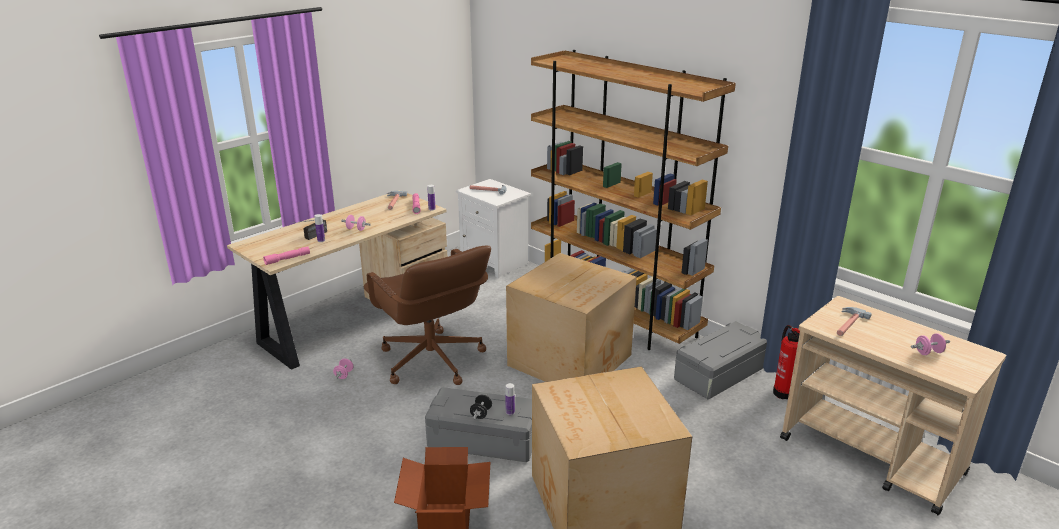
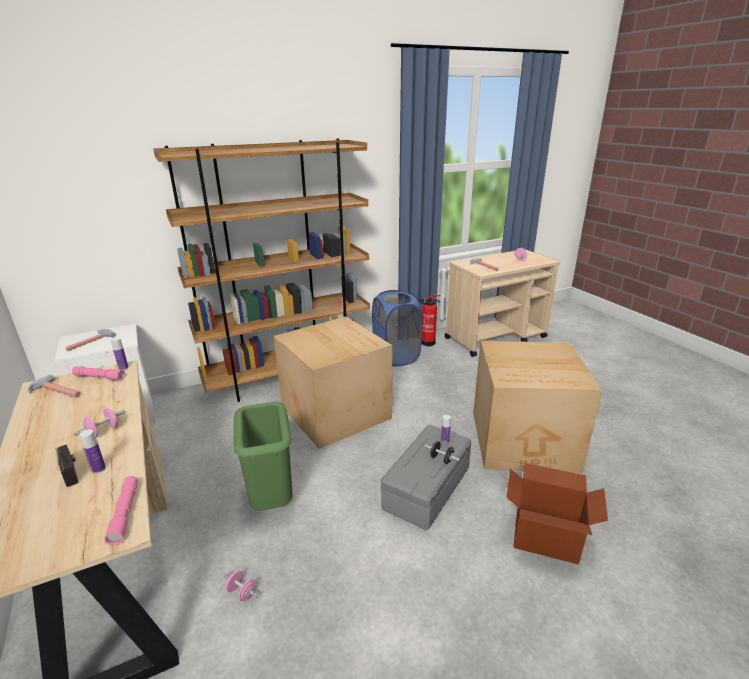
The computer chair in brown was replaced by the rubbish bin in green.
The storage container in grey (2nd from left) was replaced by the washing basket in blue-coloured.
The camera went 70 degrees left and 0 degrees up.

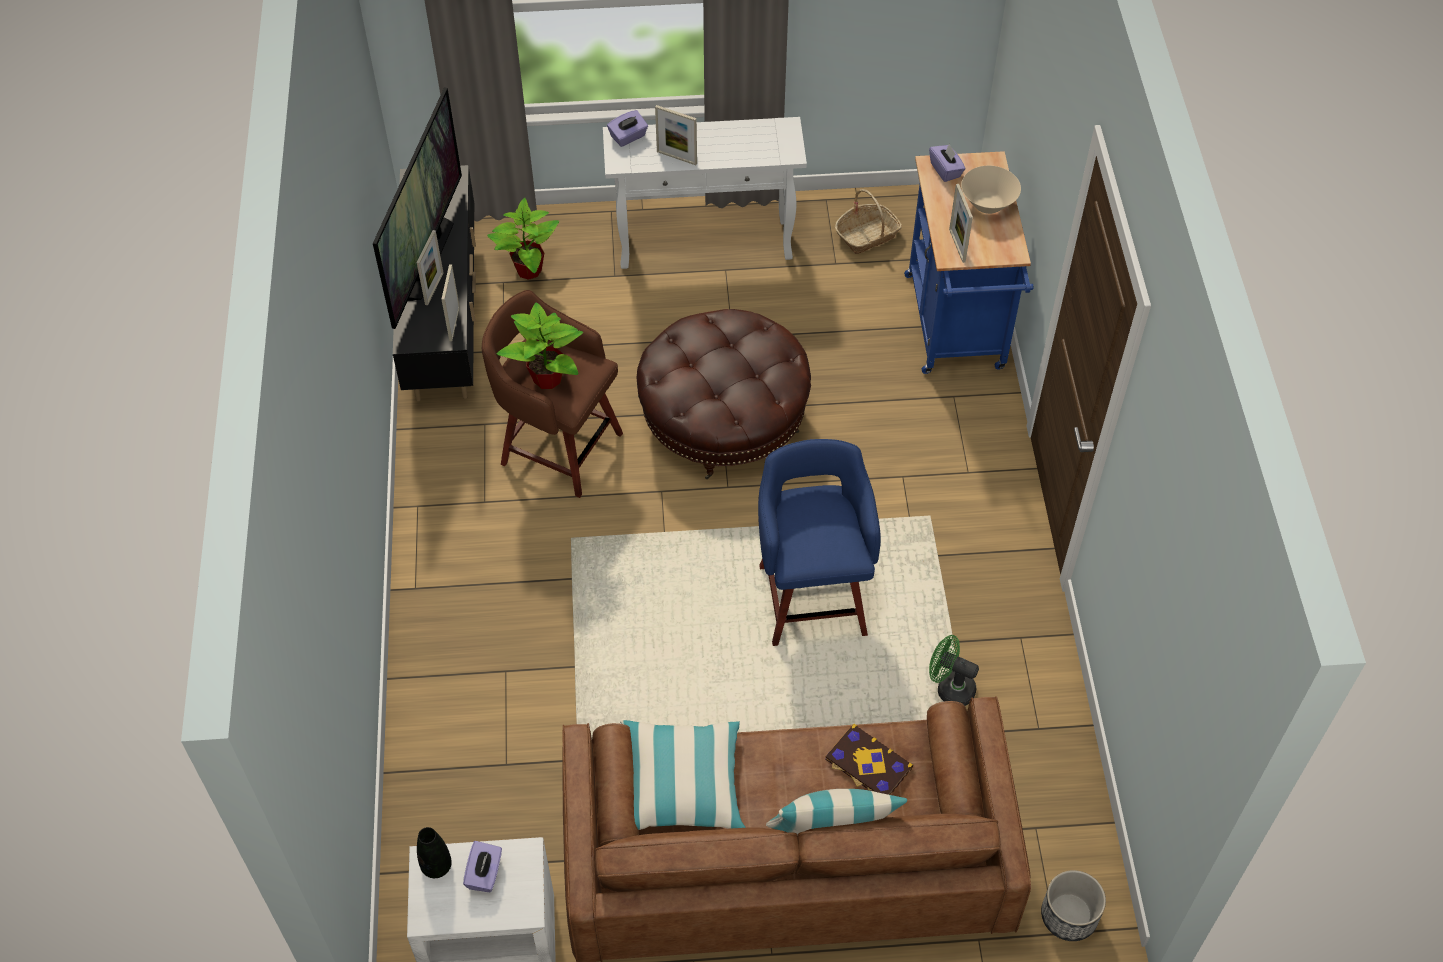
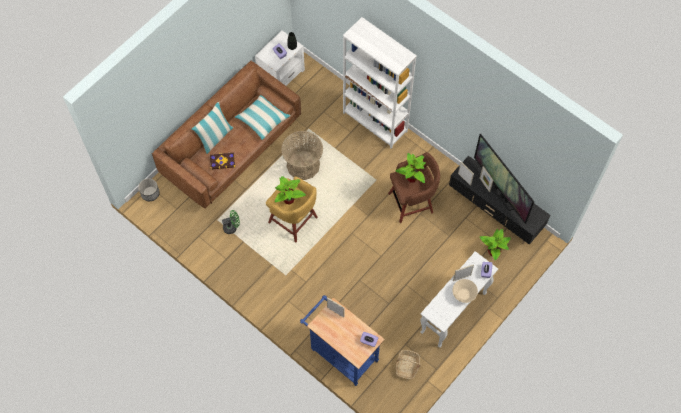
The stool seat in blue-coloured became the stool seat in yellow.
The plant in a pot (1st from left) appeared.
The household basket (1st from left) appeared.
The bookcase in white-coloured appeared.
The serving bowl in beige moved.
The footrest in brown disappeared.
The camera went 135 degrees right and 10 degrees up.

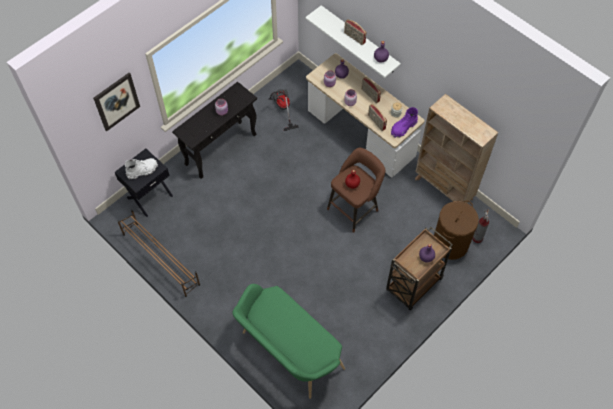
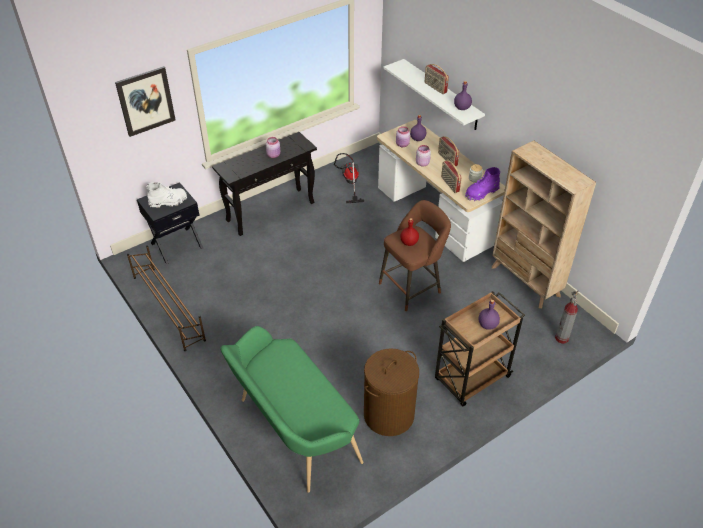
The washing basket in brown moved.
The camera went 10 degrees right and 15 degrees down.

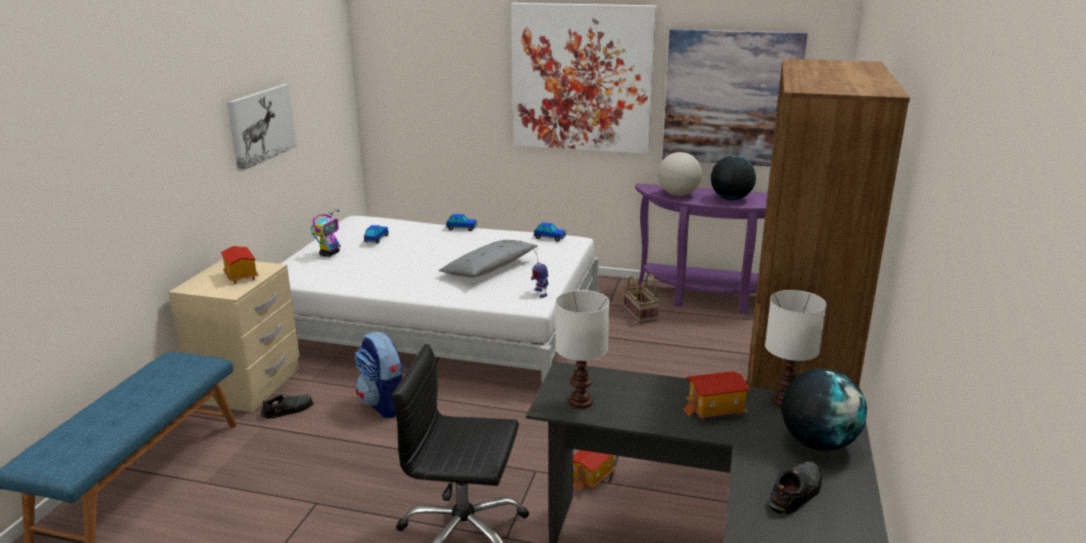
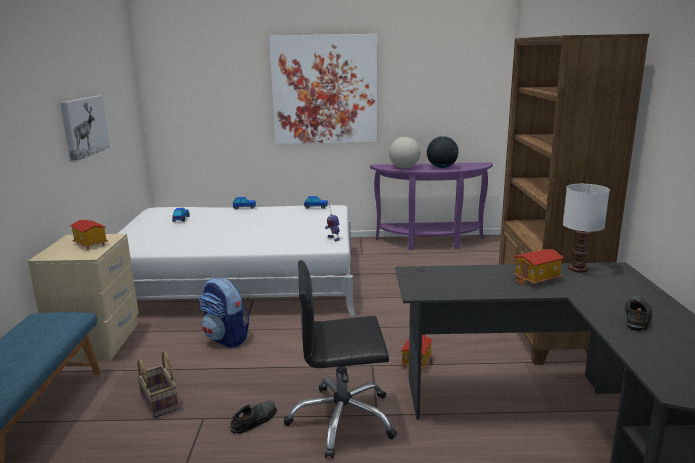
The household basket moved.
The low shoe in blackish (1st from left) moved.
The toy robot (1st from left) disappeared.
The throw pillow in grey disappeared.
The tabletop lamp in white-coloured (1st from left) disappeared.
The picture (3rd from left) disappeared.
The desk globe (3rd from left) disappeared.
The camera went 15 degrees left and 5 degrees down.

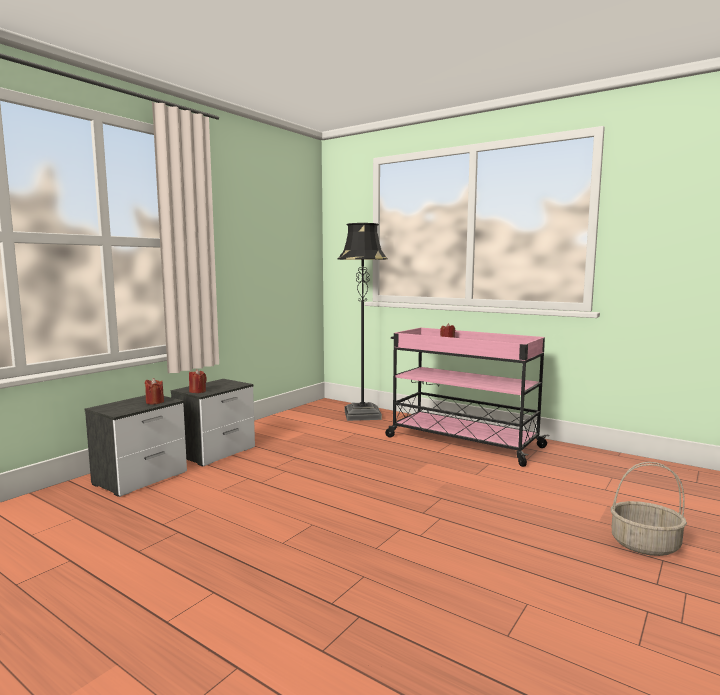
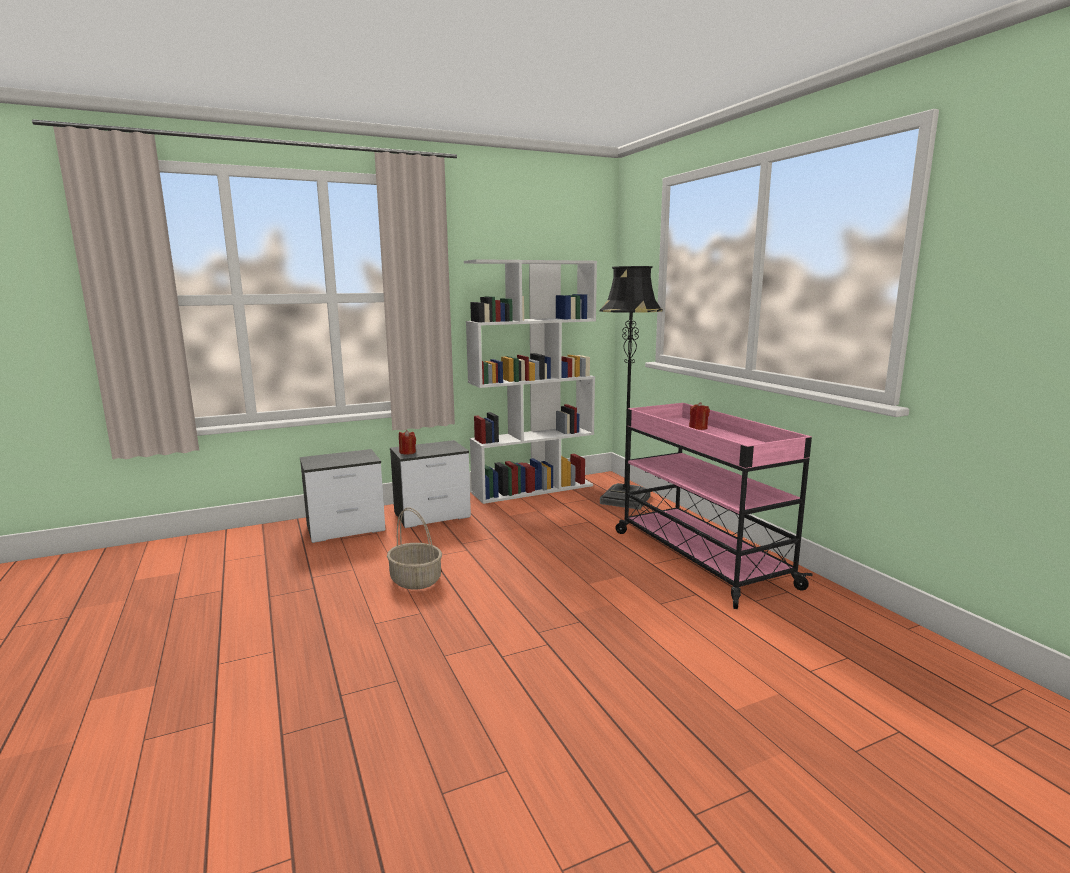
The household basket moved.
The bookcase in white-coloured appeared.
The wax candle in red-coloured (1st from left) disappeared.
The camera went 30 degrees right and 5 degrees up.

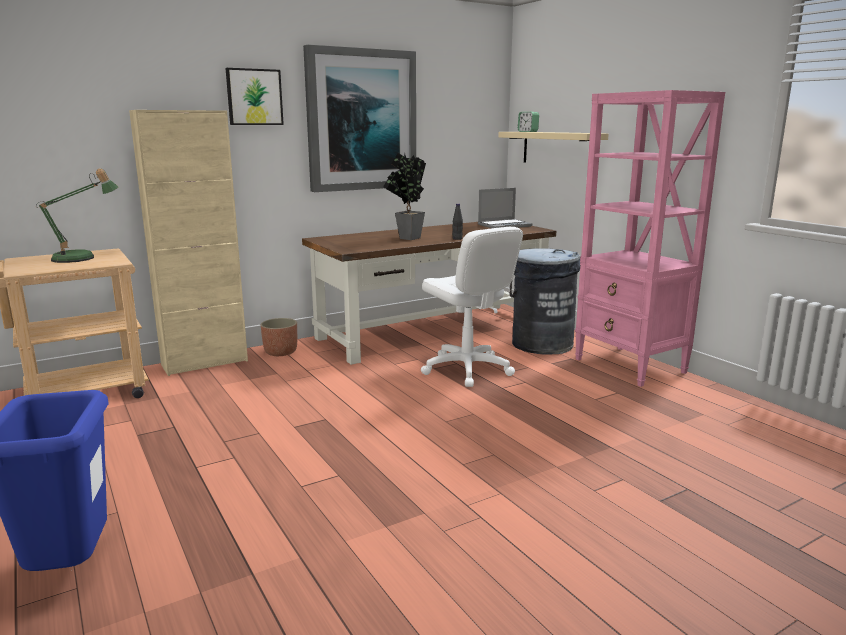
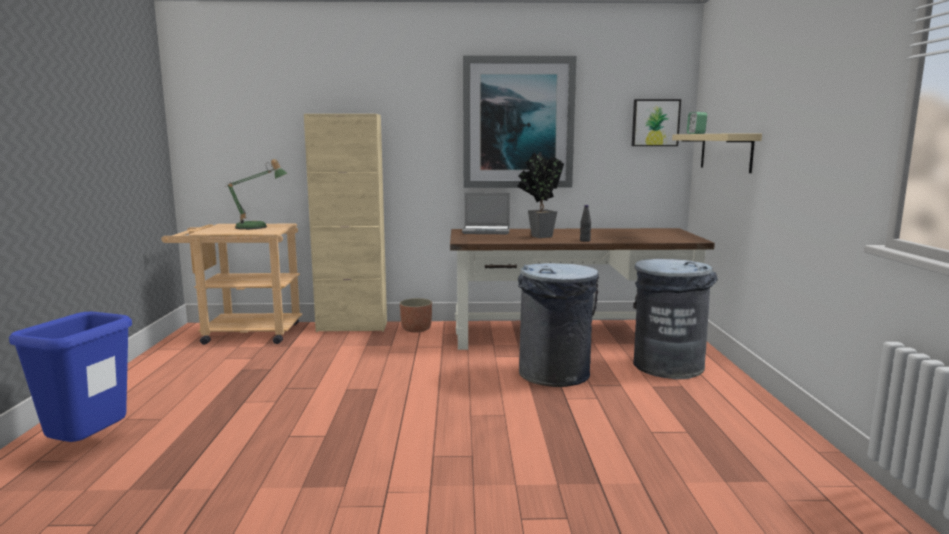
The notebook computer moved.
The computer chair in white-coloured was replaced by the rubbish bin in grey (1st from left).
The picture (1st from left in the first image) moved.
The bookcase in pink disappeared.
The camera went 30 degrees right and 5 degrees down.

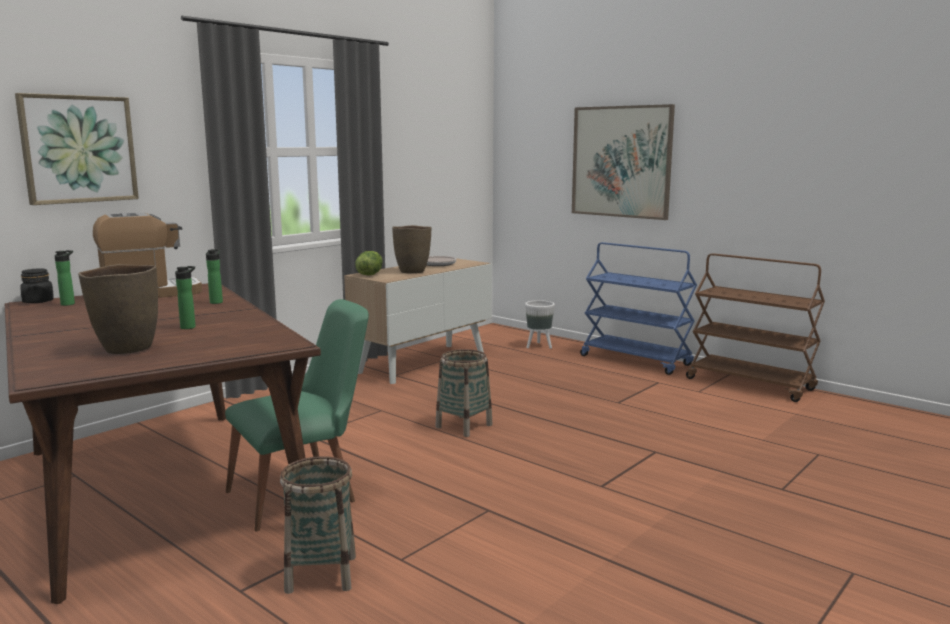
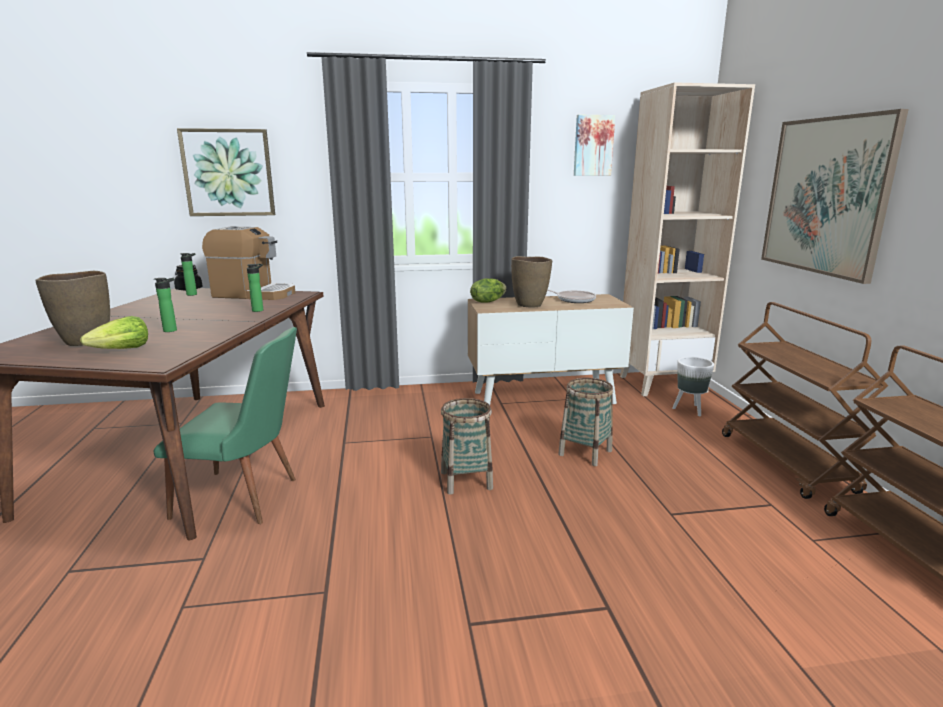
The lettuce (1st from left) appeared.
The household basket (1st from left in the first image) moved.
The picture (2nd from left) appeared.
The bookcase in beige appeared.
The wheeled cart in blue-coloured became the wheeled cart in brown (1st from left).
The camera went 40 degrees right and 5 degrees up.

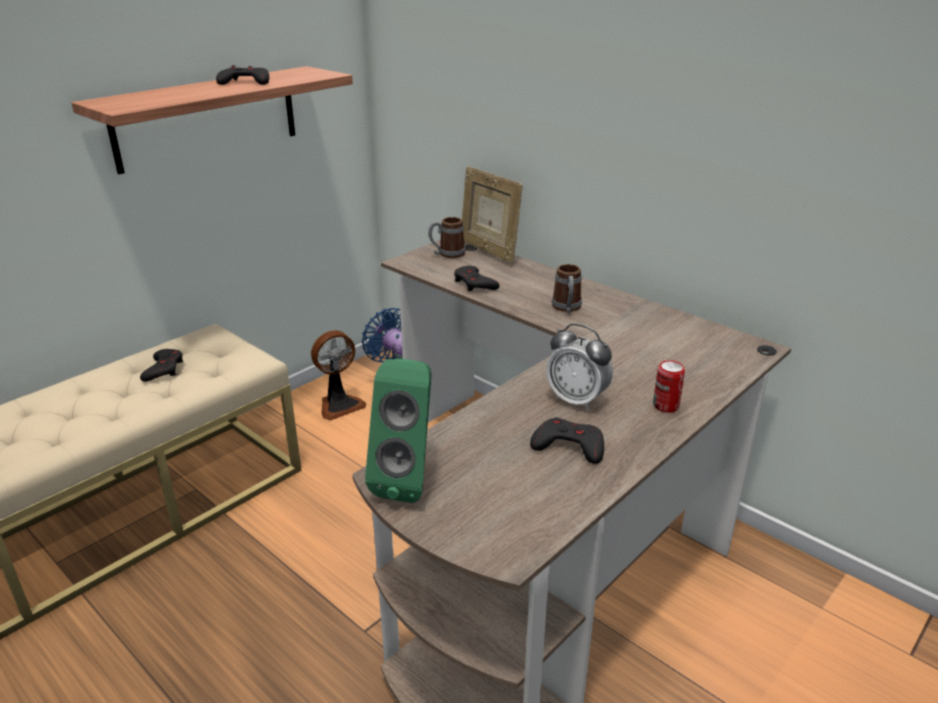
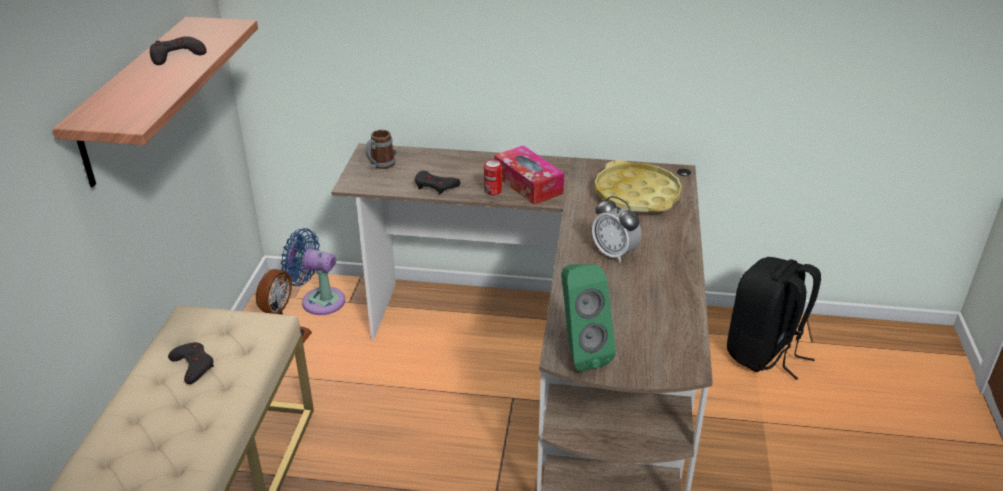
The can moved.
The mug (2nd from left) was replaced by the box of tissues.
The bedside clock turned 45 degrees clockwise.
The tray in yellow appeared.
The knapsack in blackish appeared.
The standing frame disappeared.
The gamepad in blackish (4th from left) disappeared.
The camera went 35 degrees left and 5 degrees up.

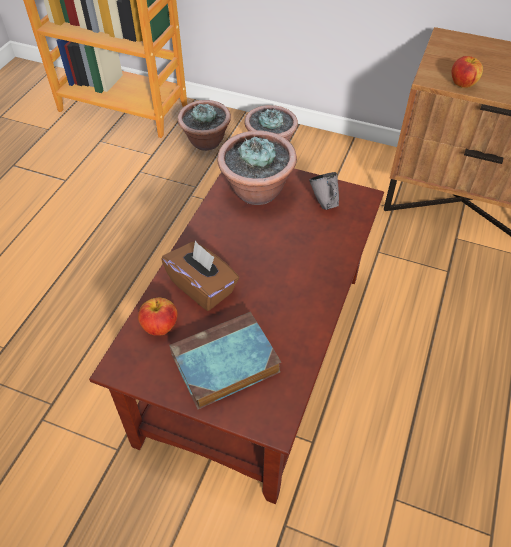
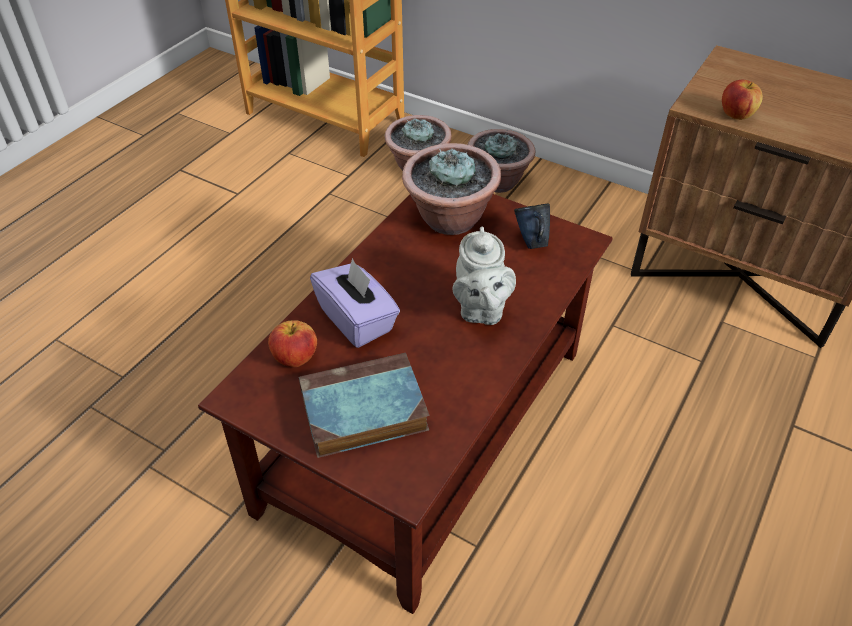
The box of tissues in brown became the box of tissues in purple.
The tea pot in grey appeared.
The mug in grey became the mug in blue-coloured.
The camera went 10 degrees right and 5 degrees down.

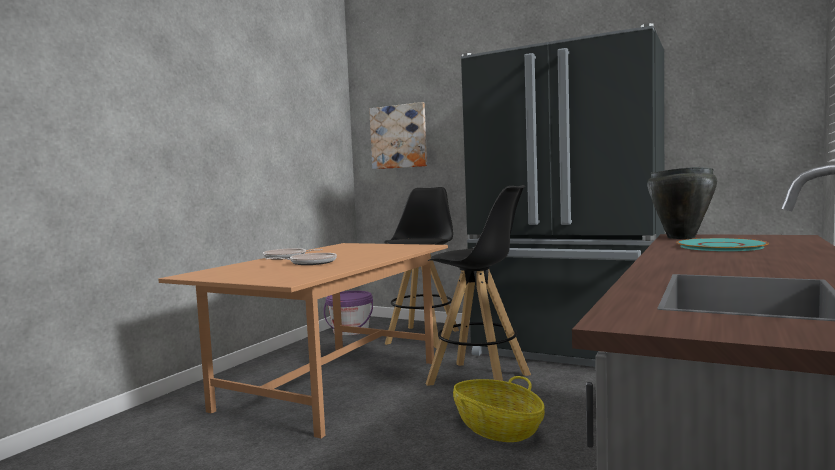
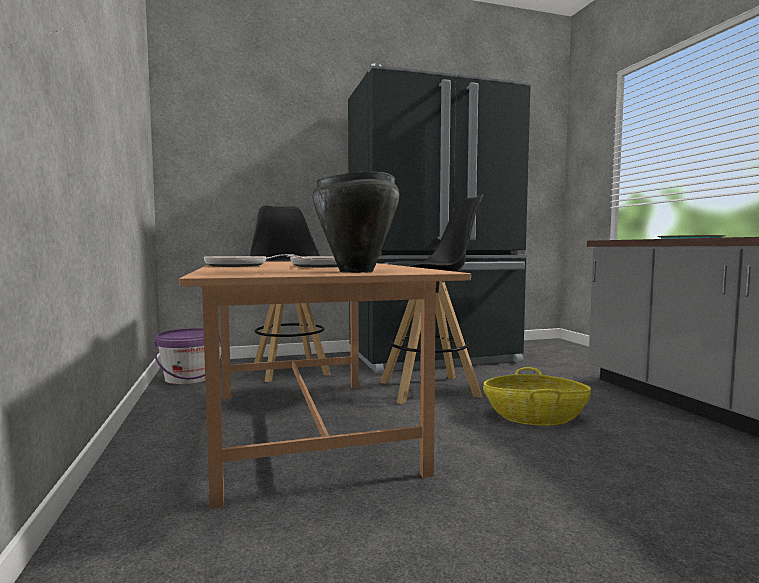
The saucepot in blackish moved.
The picture disappeared.
The camera went 45 degrees left and 0 degrees up.

